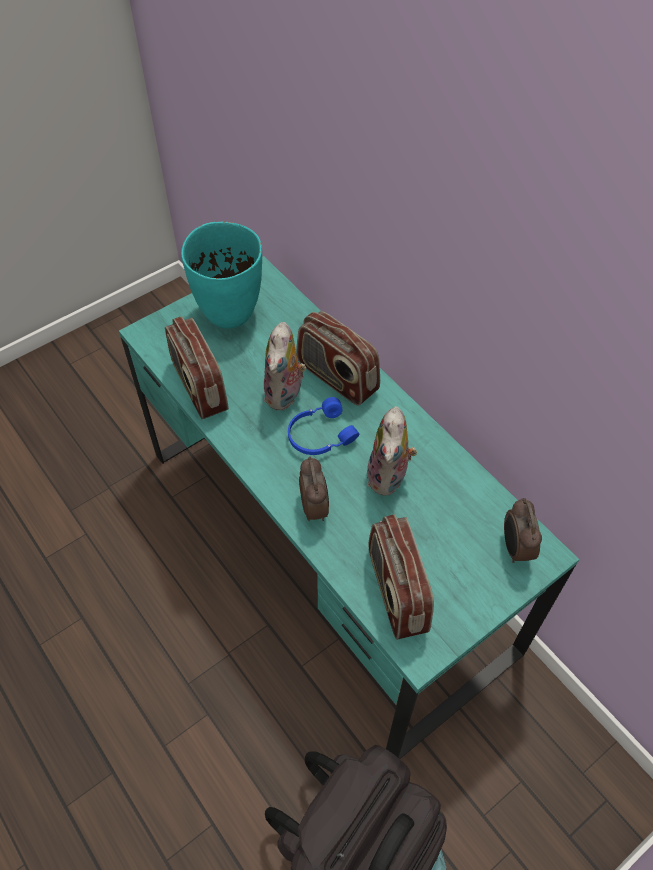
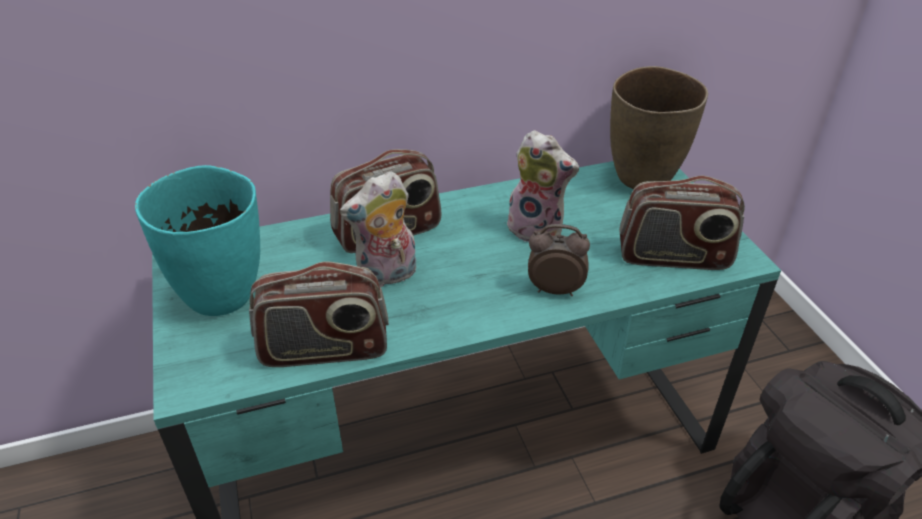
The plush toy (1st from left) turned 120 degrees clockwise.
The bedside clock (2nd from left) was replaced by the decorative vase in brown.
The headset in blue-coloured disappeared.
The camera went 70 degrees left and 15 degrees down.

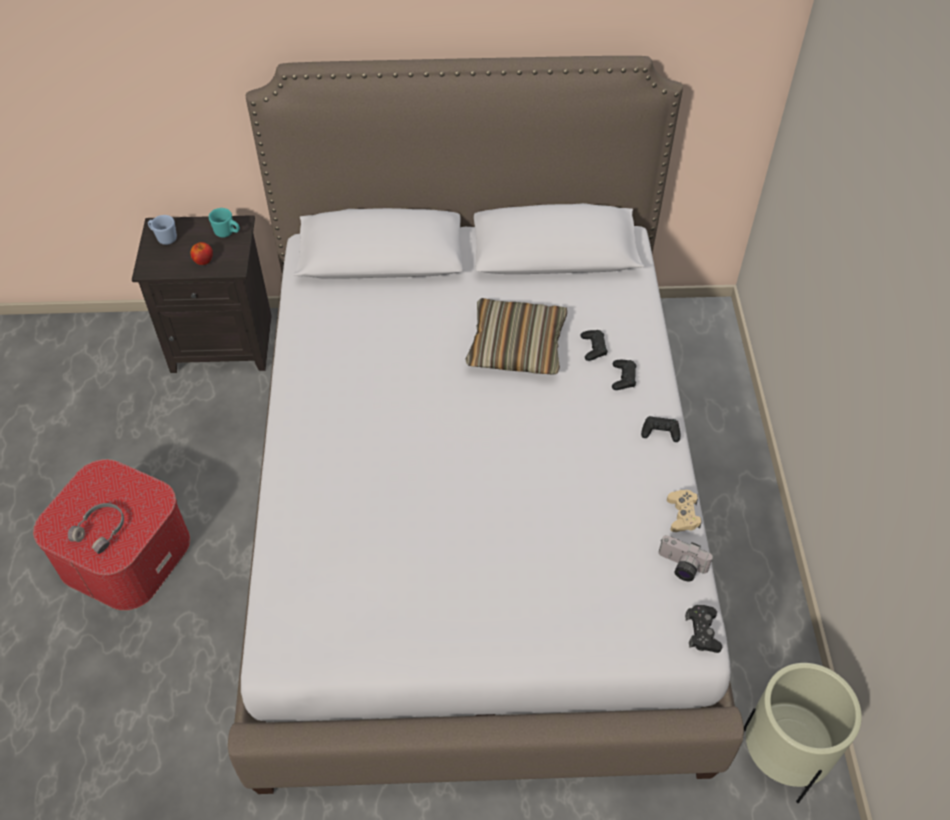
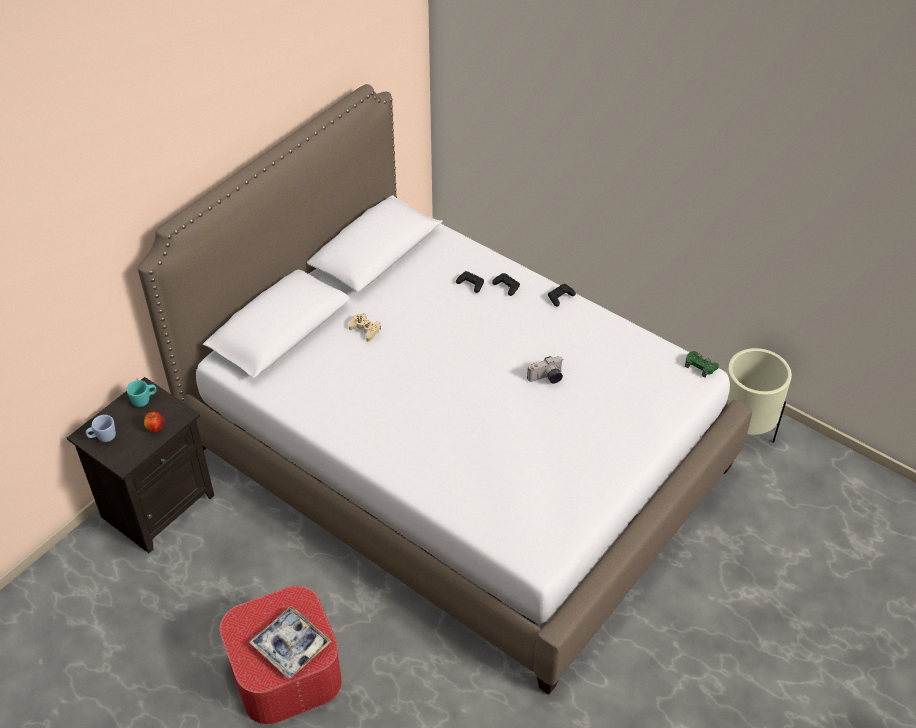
The headset in grey was replaced by the tray.
The gamepad in beige moved.
The still camera moved.
The gamepad in blackish (4th from left) became the gamepad in green.
The throw pillow disappeared.
The camera went 50 degrees left and 5 degrees down.

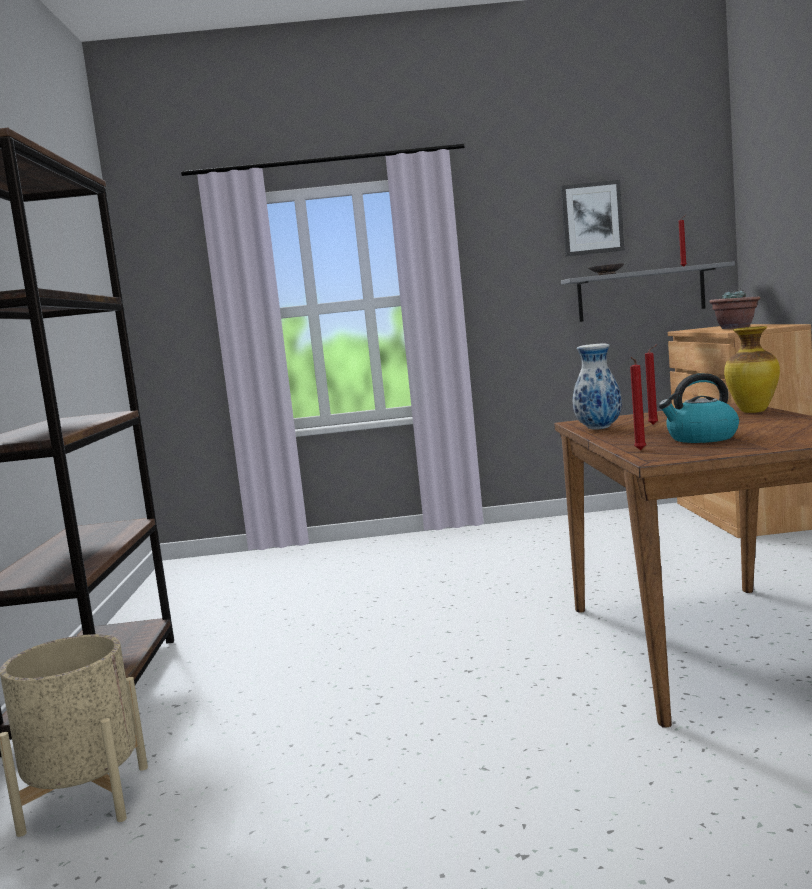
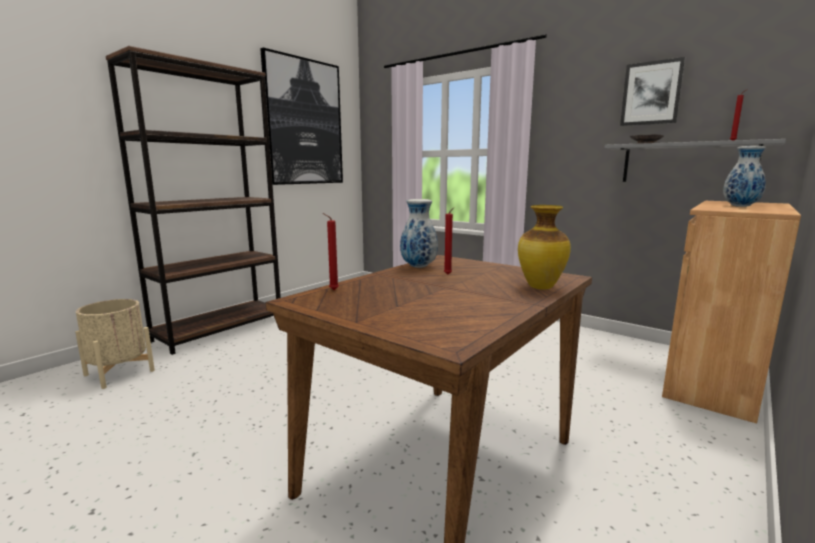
The picture (1st from left) appeared.
The plant in a pot was replaced by the decorative vase (3rd from left).
The tea kettle disappeared.
The camera went 40 degrees right and 5 degrees up.

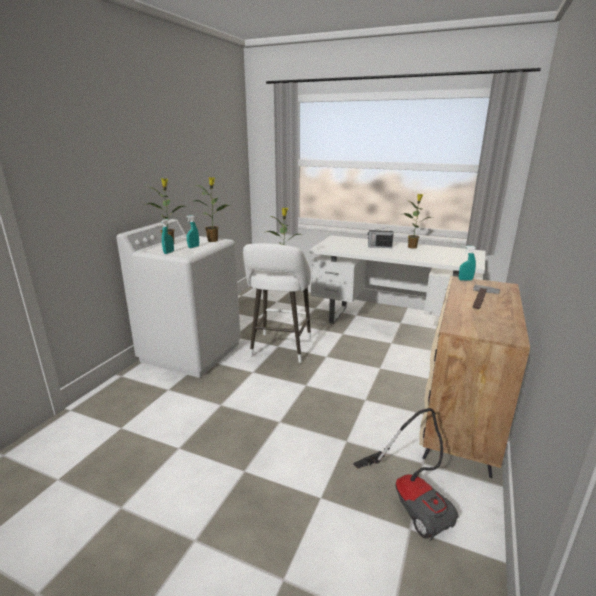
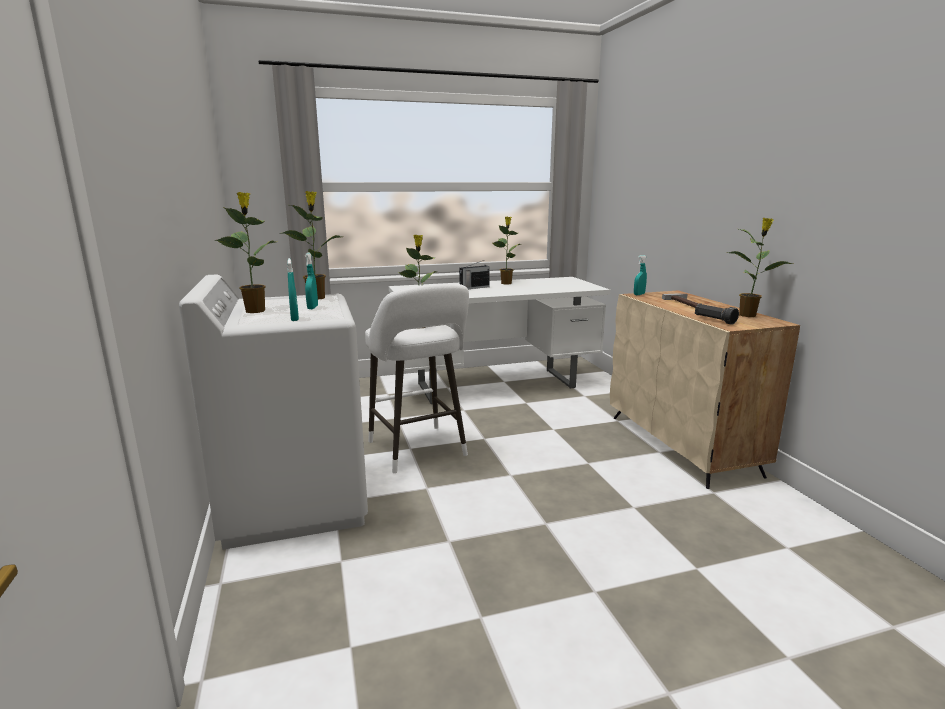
The torch in blackish appeared.
The plant in a pot (5th from left) appeared.
The vacuum cleaner disappeared.
The camera went 40 degrees left and 5 degrees down.

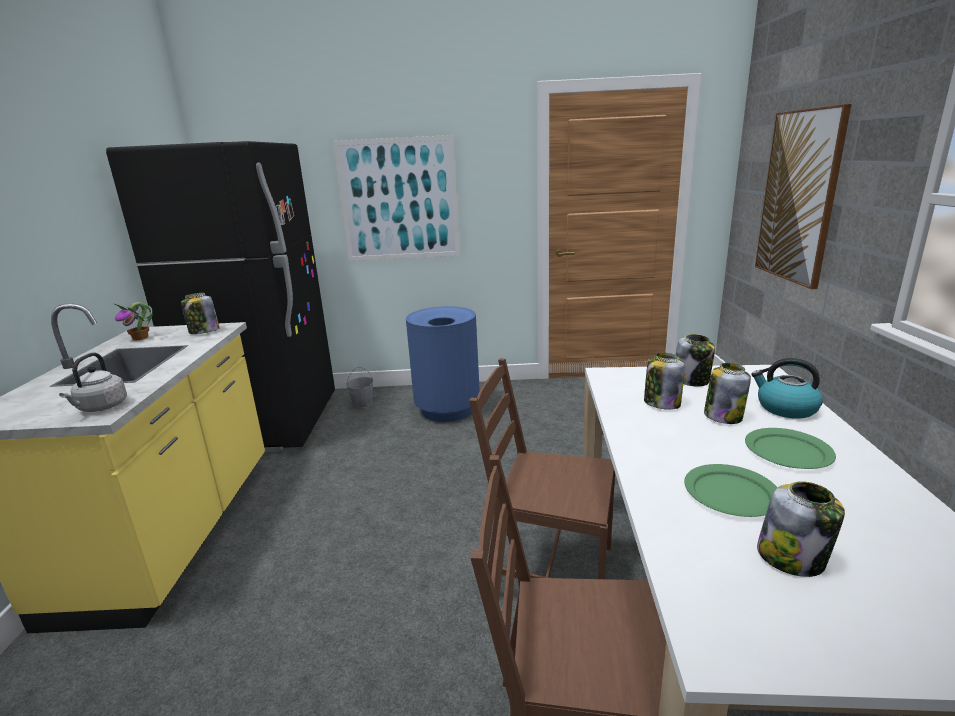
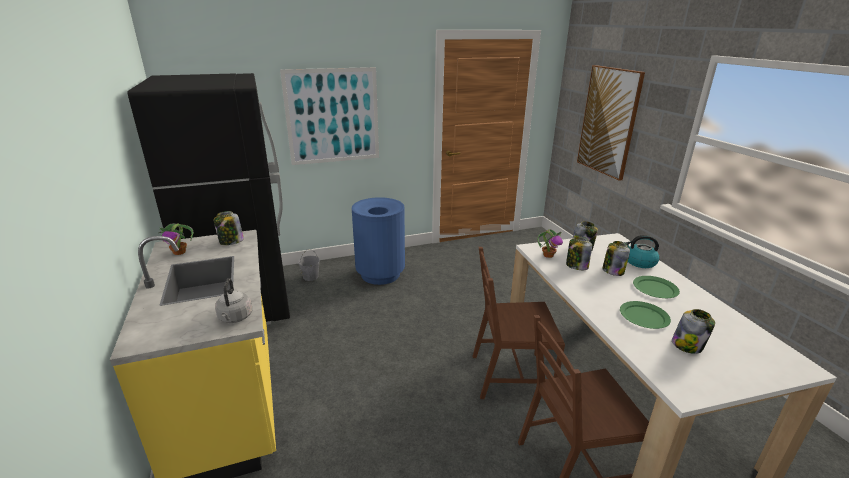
The plant in a pot (2nd from left) appeared.
The camera went 20 degrees left and 5 degrees up.

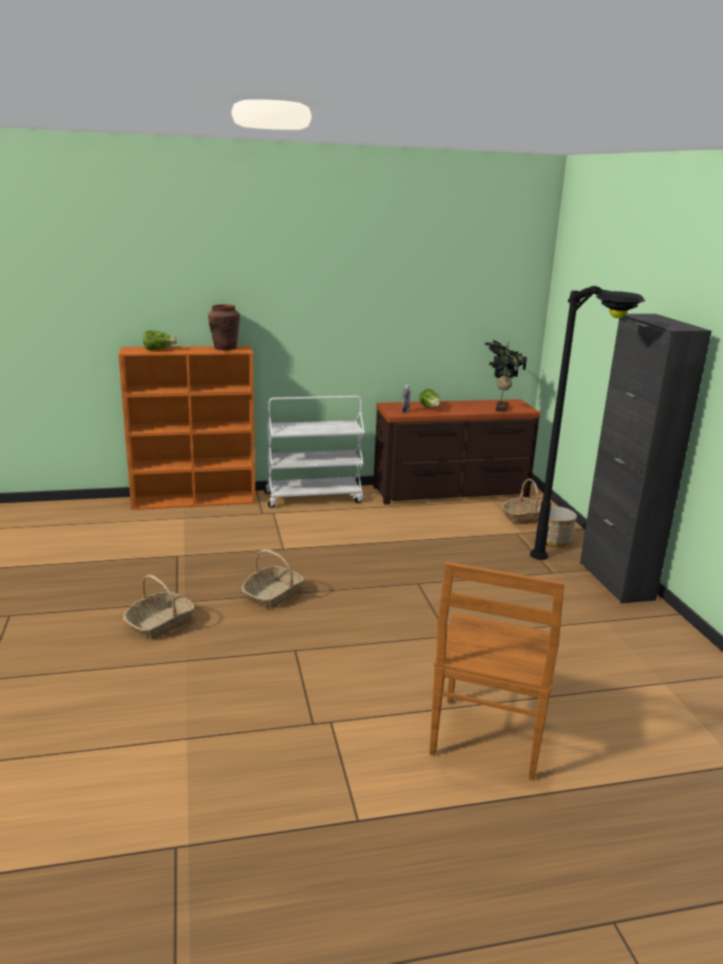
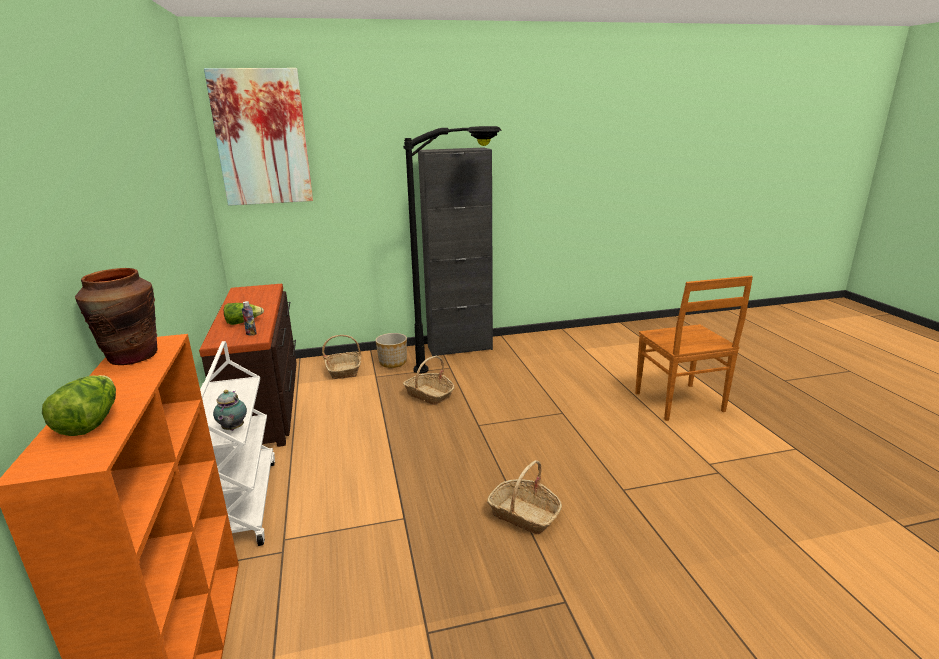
The picture appeared.
The tea pot appeared.
The household basket (1st from left in the first image) moved.
The plain chair in brown turned 60 degrees clockwise.
The plant in a pot disappeared.
The camera went 90 degrees left and 0 degrees up.

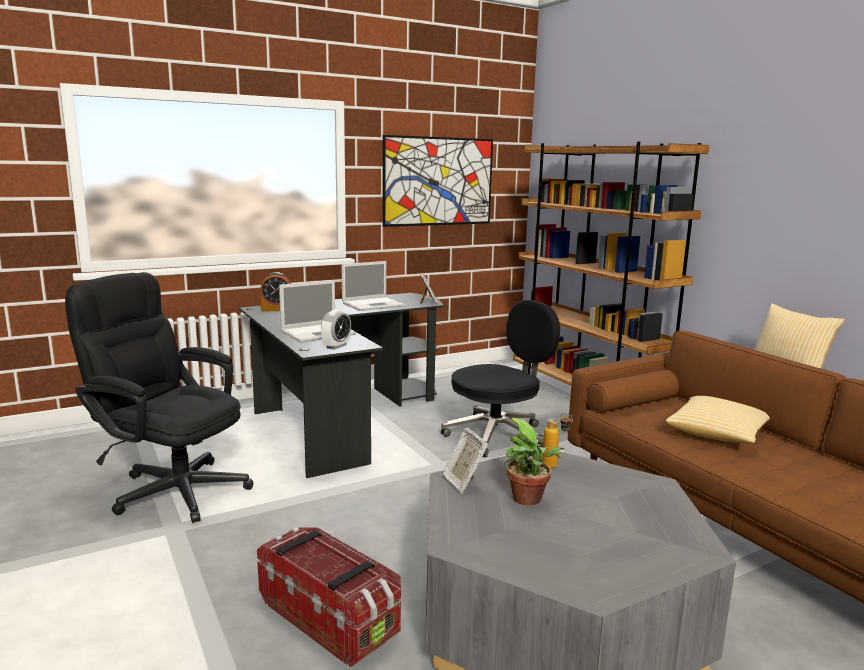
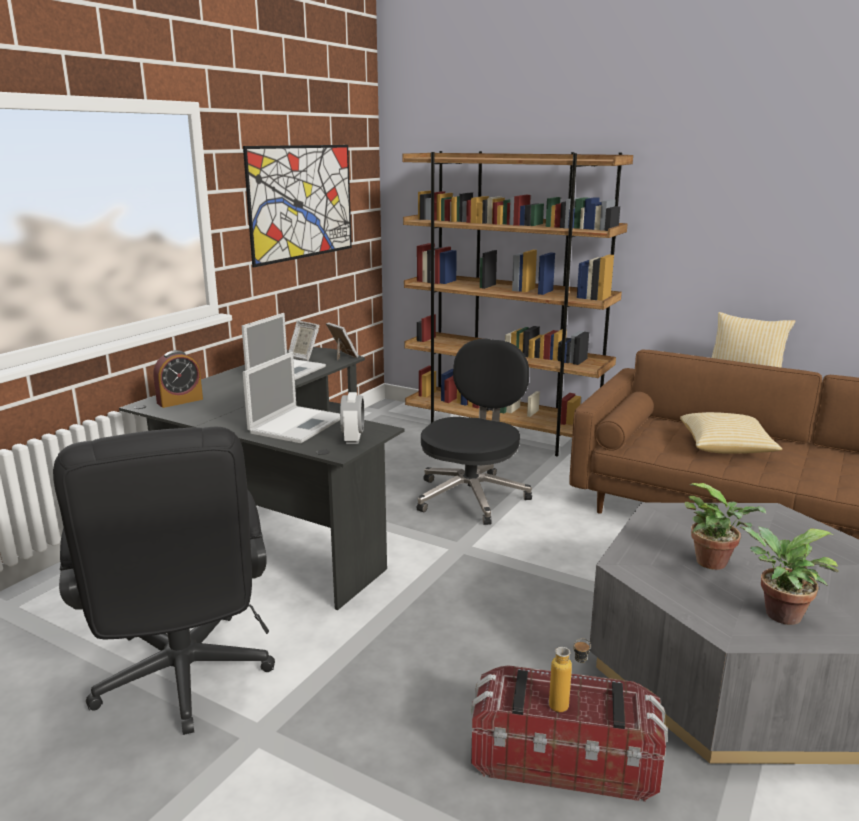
The computer chair in blackish (1st from left) turned 105 degrees counterclockwise.
The standing frame (2nd from left in the first image) moved.
The bottle moved.
The plant in a pot (2nd from left) appeared.
The camera went 30 degrees left and 5 degrees up.

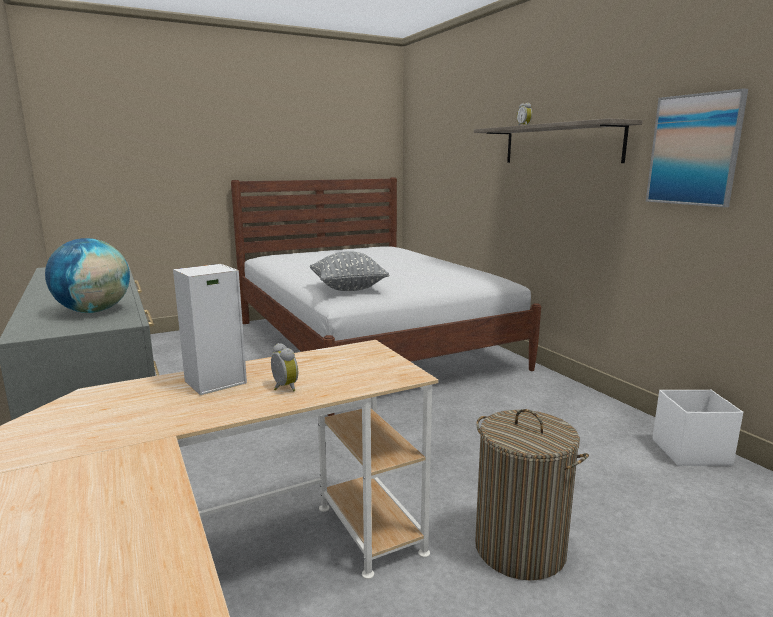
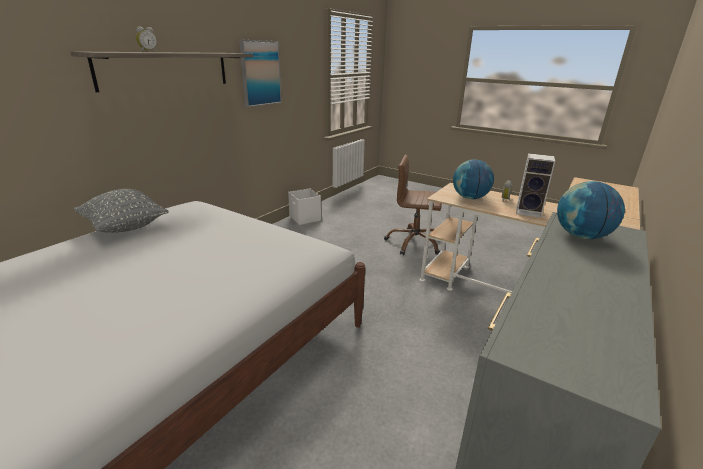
The throw pillow in grey moved.
The washing basket was replaced by the computer chair in brown.
The desk globe (1st from left) appeared.
The camera went 120 degrees left and 10 degrees up.

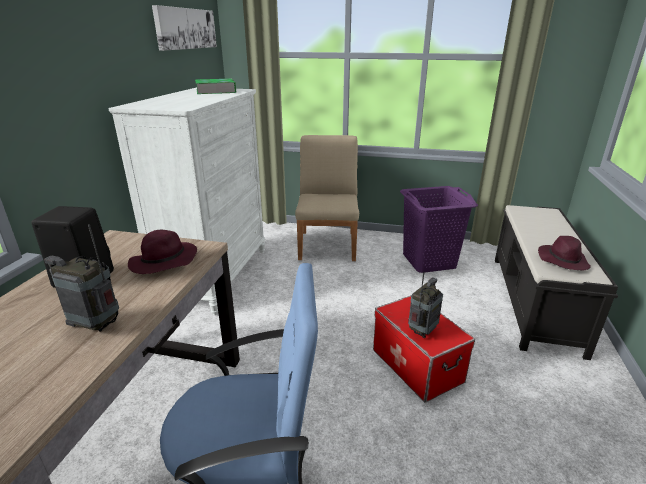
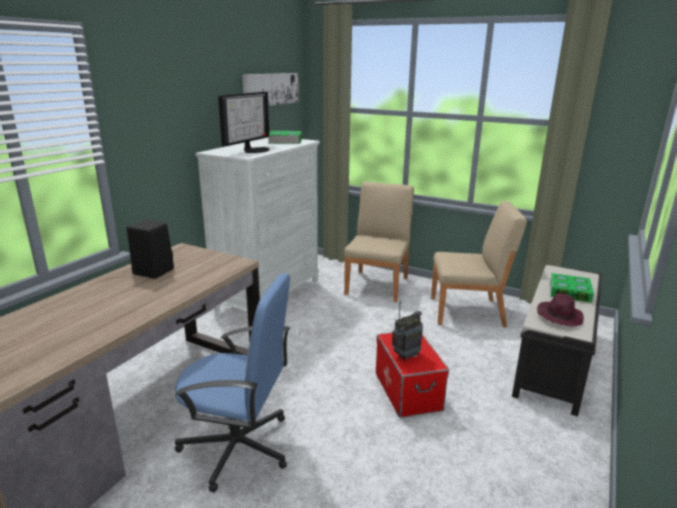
The computer screen appeared.
The washing basket in purple was replaced by the plain chair in beige (2nd from left).
The bound book (2nd from left) appeared.
The radio set (1st from left) disappeared.
The clothing hat in purple (1st from left) disappeared.
The camera went 15 degrees right and 5 degrees down.

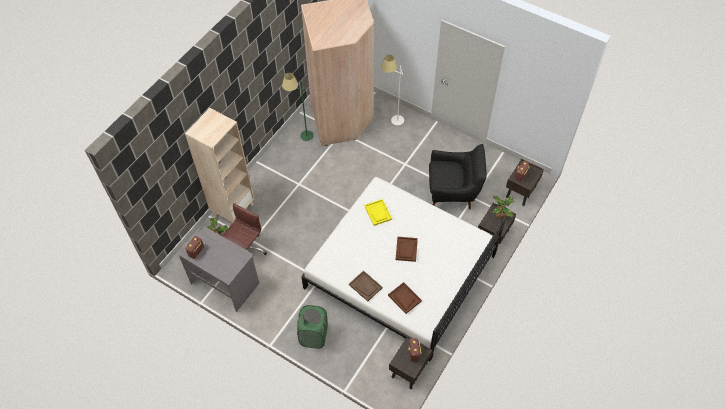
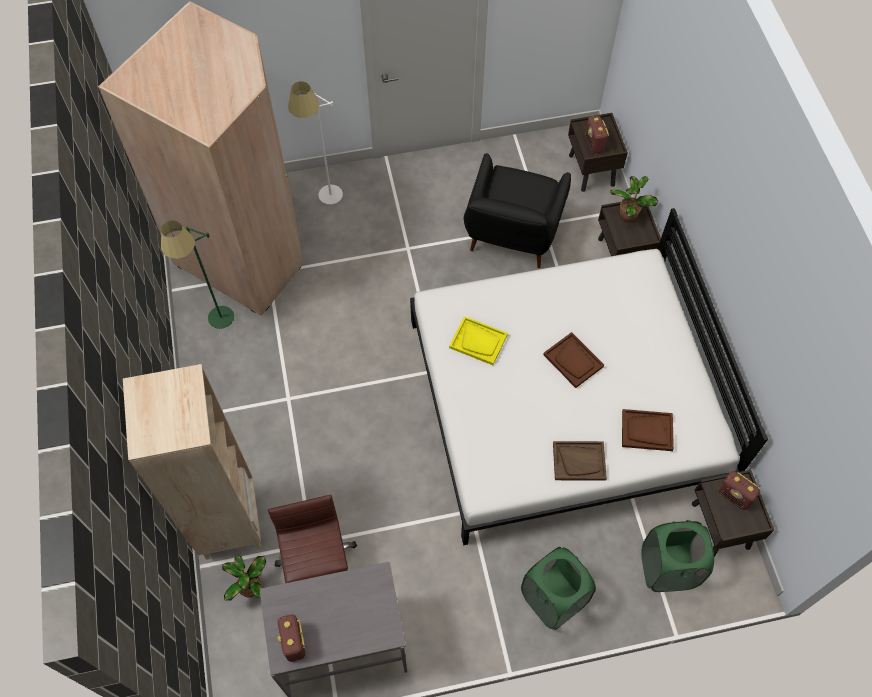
The armchair in blackish turned 150 degrees clockwise.
The washing basket in green (2nd from left) appeared.
The camera went 45 degrees left and 5 degrees up.

